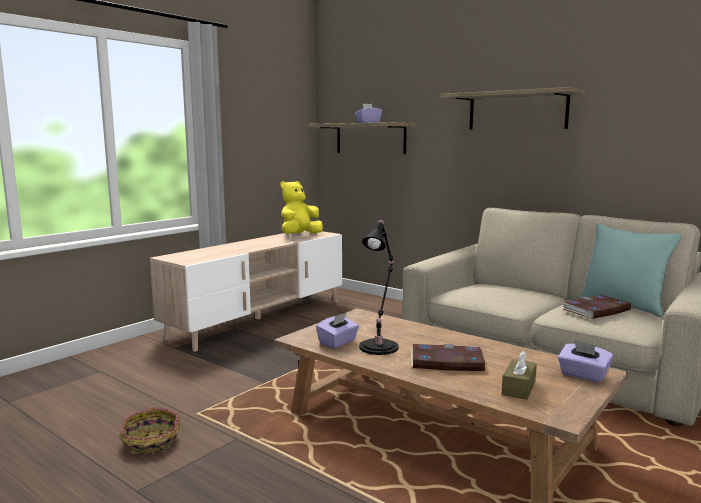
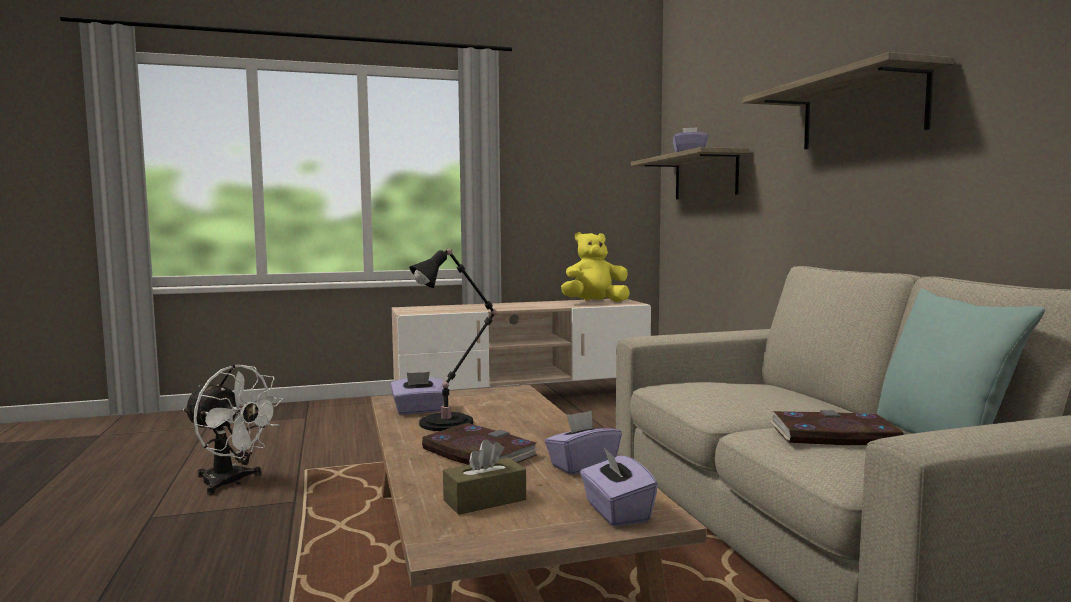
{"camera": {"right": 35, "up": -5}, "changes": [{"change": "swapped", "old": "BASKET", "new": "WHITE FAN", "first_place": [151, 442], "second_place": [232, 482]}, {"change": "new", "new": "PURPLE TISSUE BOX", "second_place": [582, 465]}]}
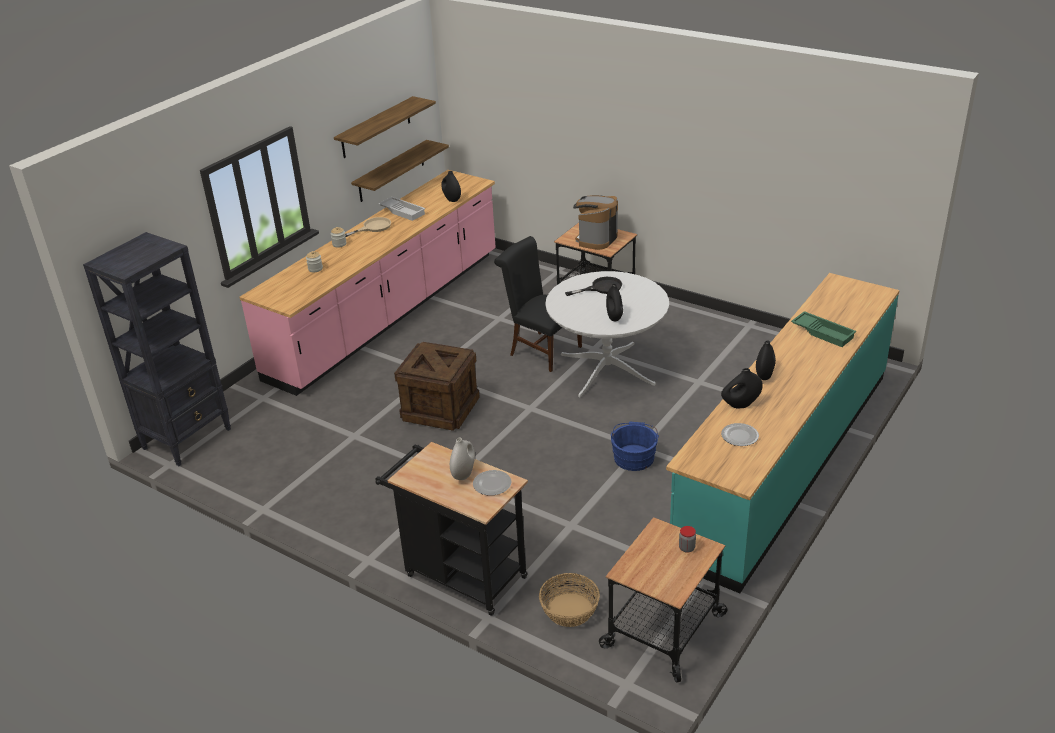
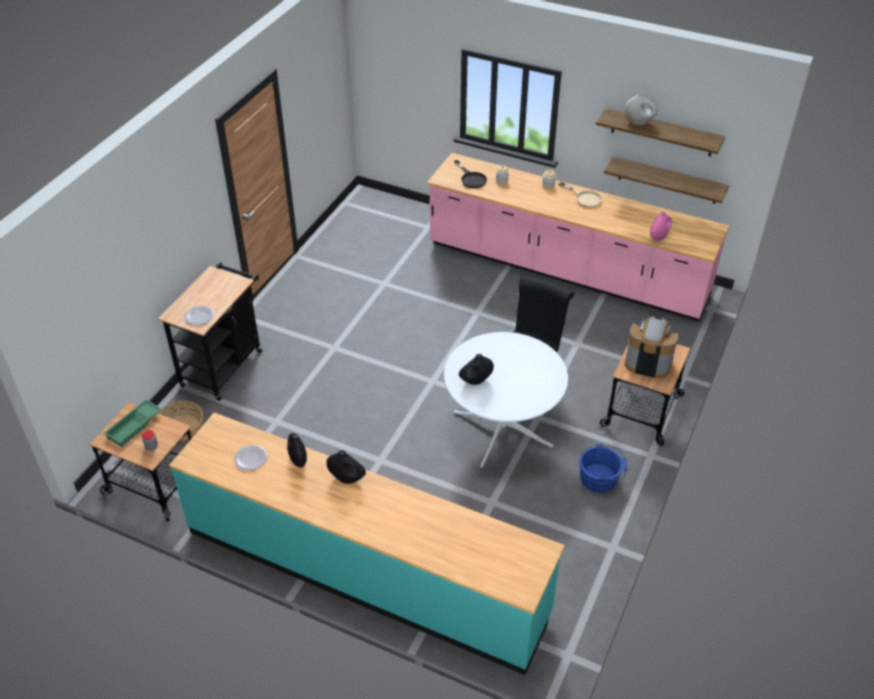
{"camera": {"right": 80, "up": 10}, "changes": [{"change": "repainted", "old": "BLACK VASE", "new": "PINK VASE", "first_place": [452, 199], "second_place": [659, 237]}, {"change": "gone", "old": "WHITE TRAY", "first_place": [403, 211]}, {"change": "gone", "old": "BLACK BOOKCASE", "first_place": [188, 438]}, {"change": "shifted", "old": "BLACK FRYING PAN", "first_place": [601, 288], "second_place": [471, 178]}, {"change": "shifted", "old": "GREEN TRAY", "first_place": [823, 332], "second_place": [134, 426]}, {"change": "gone", "old": "CRATE", "first_place": [439, 409]}, {"change": "shifted", "old": "BLUE BUCKET", "first_place": [634, 456], "second_place": [601, 478]}, {"change": "shifted", "old": "WHITE VASE", "first_place": [463, 473], "second_place": [638, 122]}]}
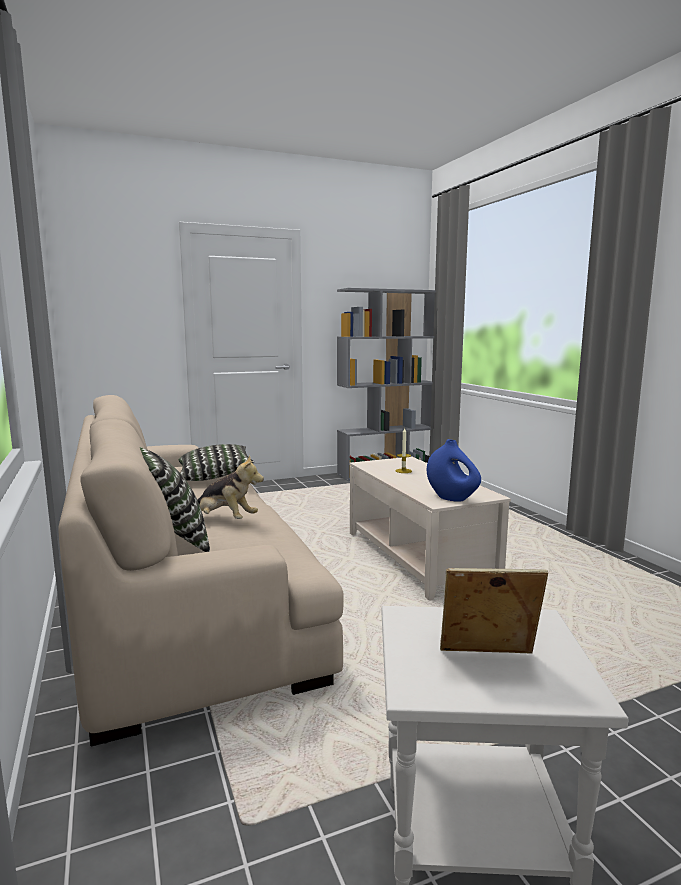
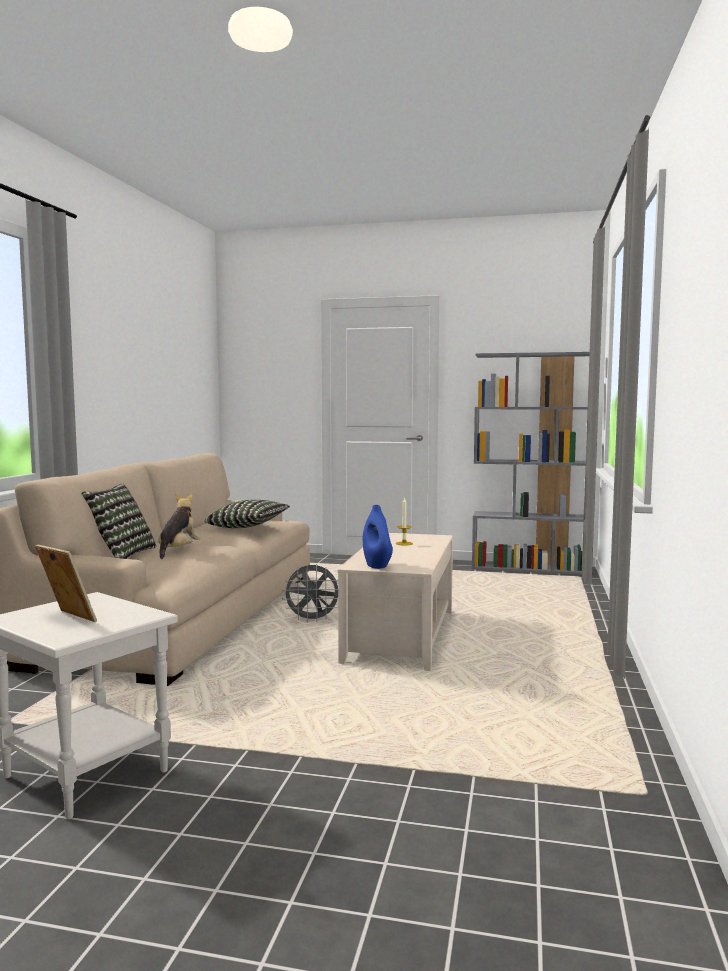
{"camera": {"right": 35, "up": -5}, "changes": [{"change": "rotated", "old": "PLUSH TOY", "first_place": [224, 520], "second_place": [178, 551], "degrees": -135}, {"change": "new", "new": "GREY FAN", "second_place": [312, 620]}]}
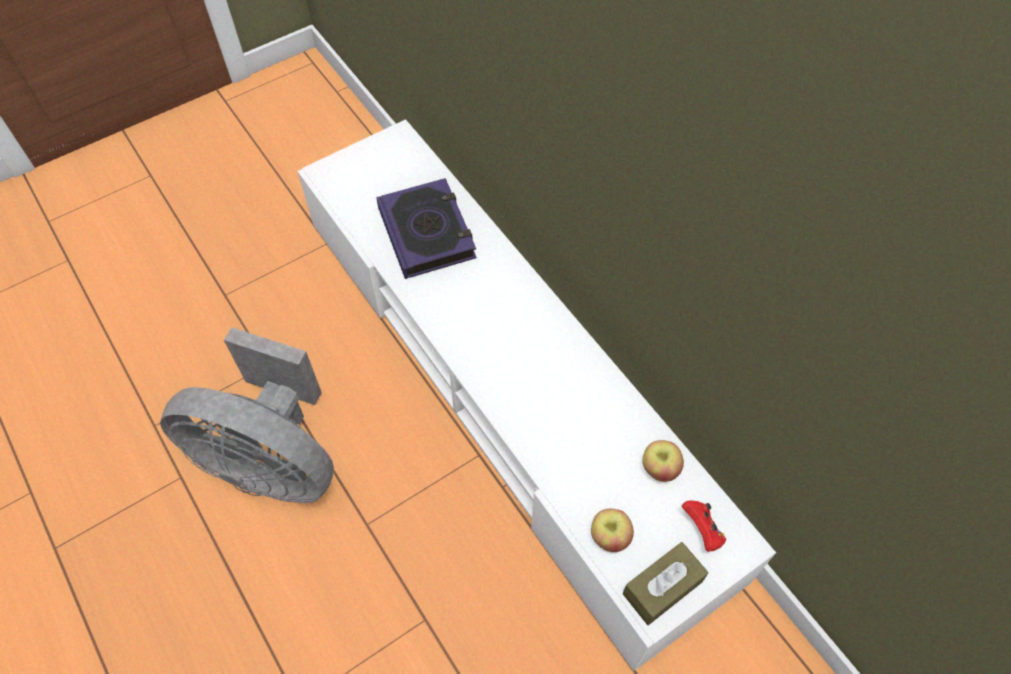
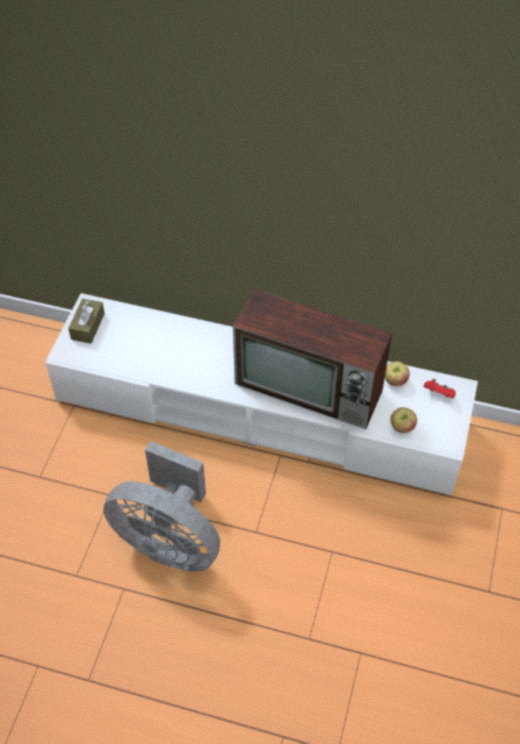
{"camera": {"right": -40, "up": -5}, "changes": [{"change": "gone", "old": "BOOK", "first_place": [427, 233]}, {"change": "rotated", "old": "GREY FAN", "first_place": [273, 460], "second_place": [169, 540], "degrees": 45}, {"change": "shifted", "old": "BROWN TISSUE BOX", "first_place": [662, 587], "second_place": [88, 326]}, {"change": "new", "new": "TELEVISION", "second_place": [311, 387]}]}
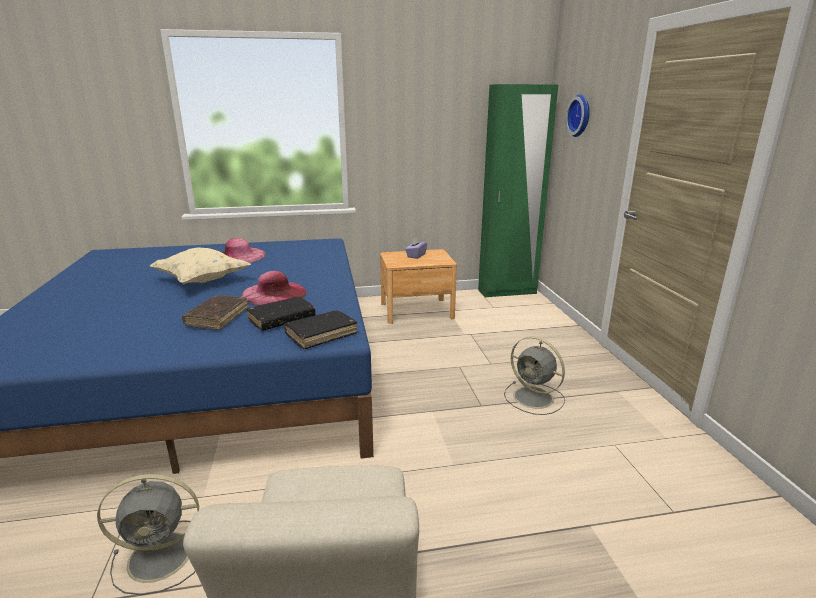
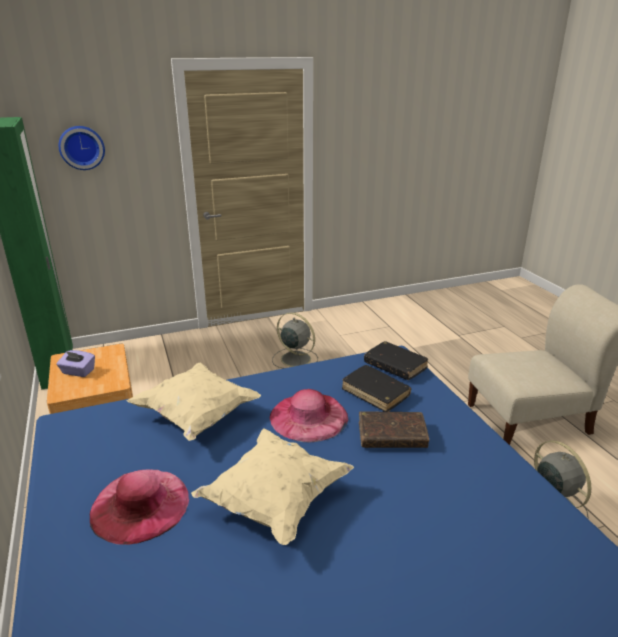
{"camera": {"right": -100, "up": 5}, "changes": [{"change": "rotated", "old": "GREY FAN", "first_place": [535, 398], "second_place": [294, 358], "degrees": -90}, {"change": "new", "new": "BEIGE PILLOW", "second_place": [197, 416]}]}
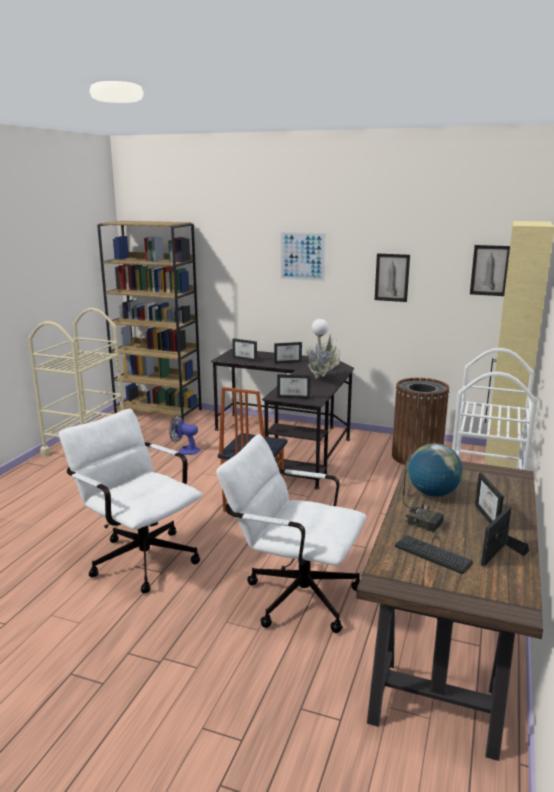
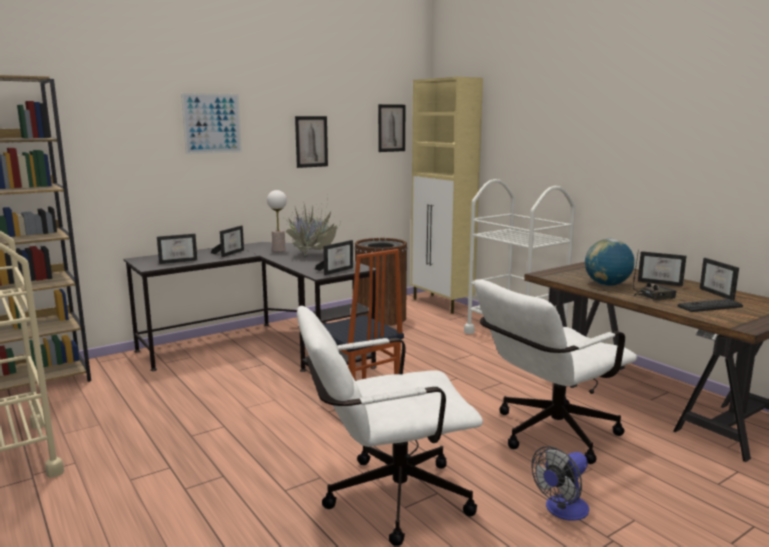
{"camera": {"right": -55, "up": -5}, "changes": [{"change": "shifted", "old": "FAN", "first_place": [185, 450], "second_place": [562, 511]}]}
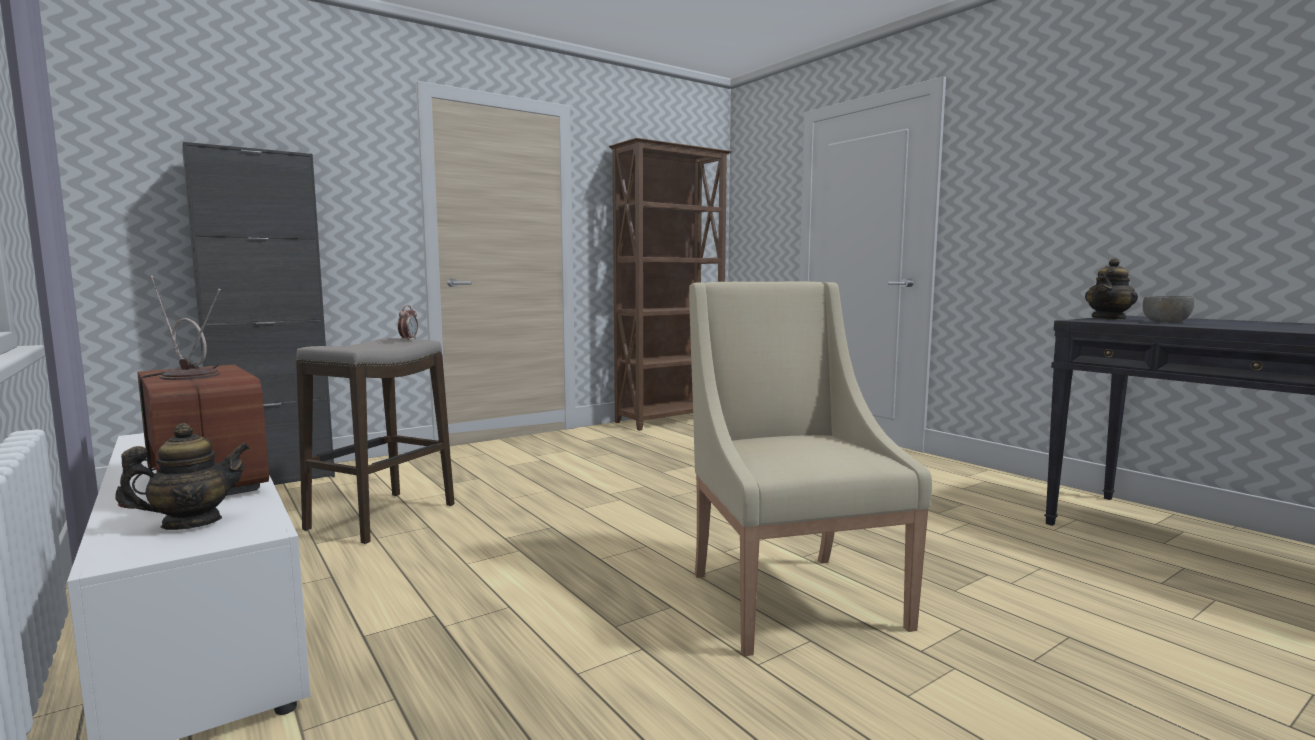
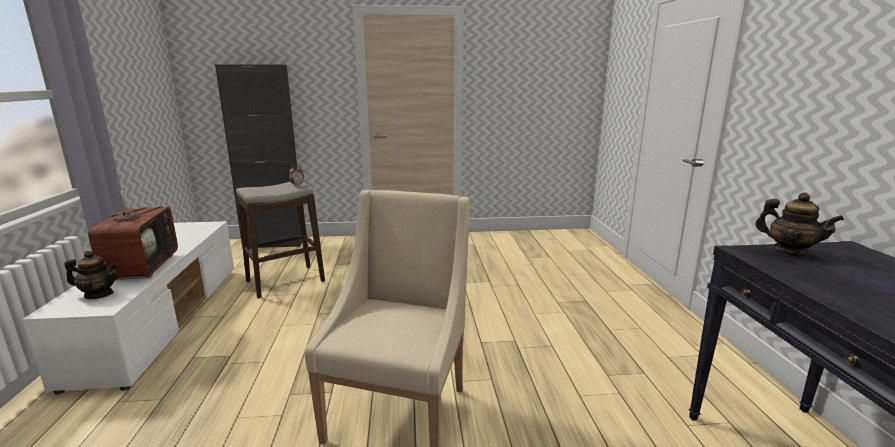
{"camera": {"right": 30, "up": 10}, "changes": [{"change": "gone", "old": "BROWN BOOKCASE", "first_place": [671, 420]}, {"change": "rotated", "old": "TEAPOT", "first_place": [1109, 319], "second_place": [789, 252], "degrees": -120}, {"change": "gone", "old": "GREY BOWL", "first_place": [1165, 322]}]}
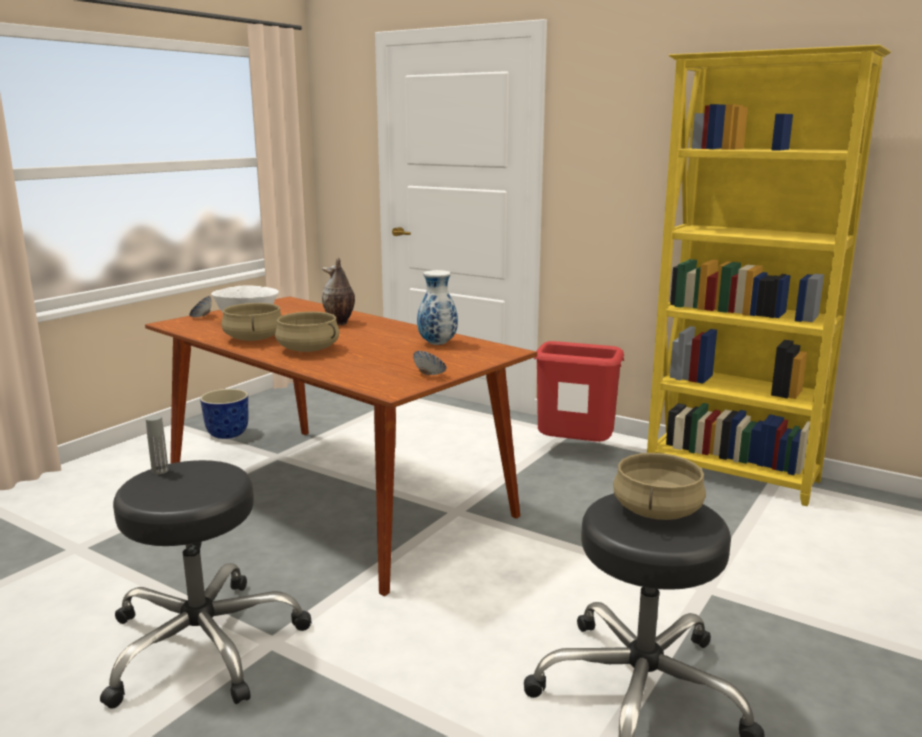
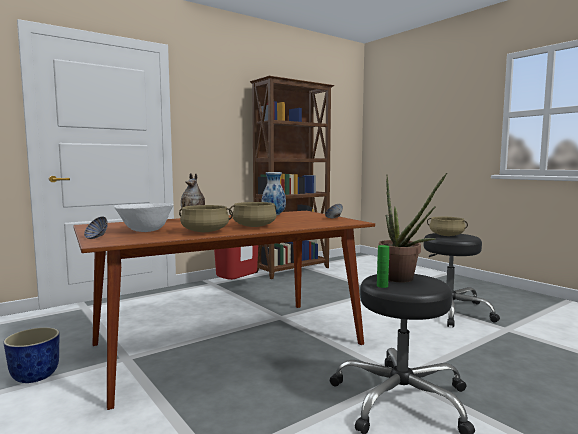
{"camera": {"right": -70, "up": -10}, "changes": [{"change": "repainted", "old": "YELLOW BOOKCASE", "new": "BROWN BOOKCASE", "first_place": [732, 475], "second_place": [293, 270]}, {"change": "repainted", "old": "GREY BOTTLE", "new": "GREEN BOTTLE", "first_place": [160, 471], "second_place": [382, 286]}, {"change": "new", "new": "POTTED PLANT", "second_place": [403, 280]}]}
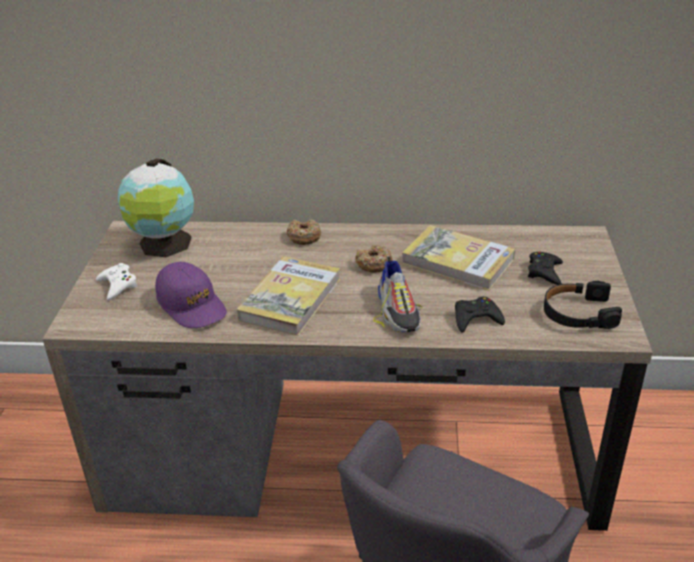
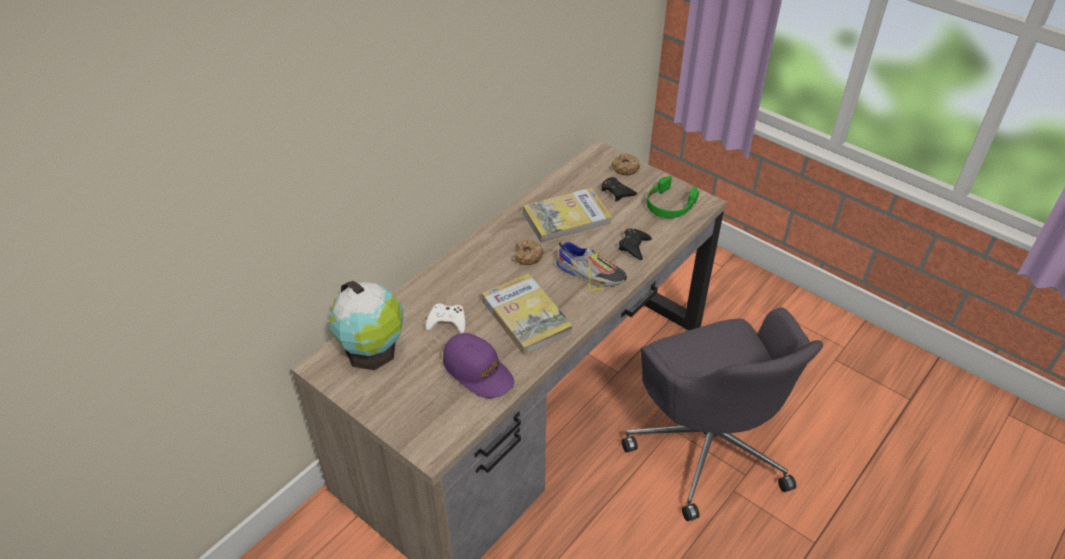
{"camera": {"right": -55, "up": 10}, "changes": [{"change": "shifted", "old": "DONUT", "first_place": [304, 237], "second_place": [625, 168]}, {"change": "rotated", "old": "PURPLE CAP", "first_place": [191, 305], "second_place": [478, 371], "degrees": 45}, {"change": "shifted", "old": "WHITE GAME CONTROLLER", "first_place": [118, 285], "second_place": [447, 321]}, {"change": "repainted", "old": "BLACK HEADPHONES", "new": "GREEN HEADPHONES", "first_place": [578, 313], "second_place": [669, 205]}]}
